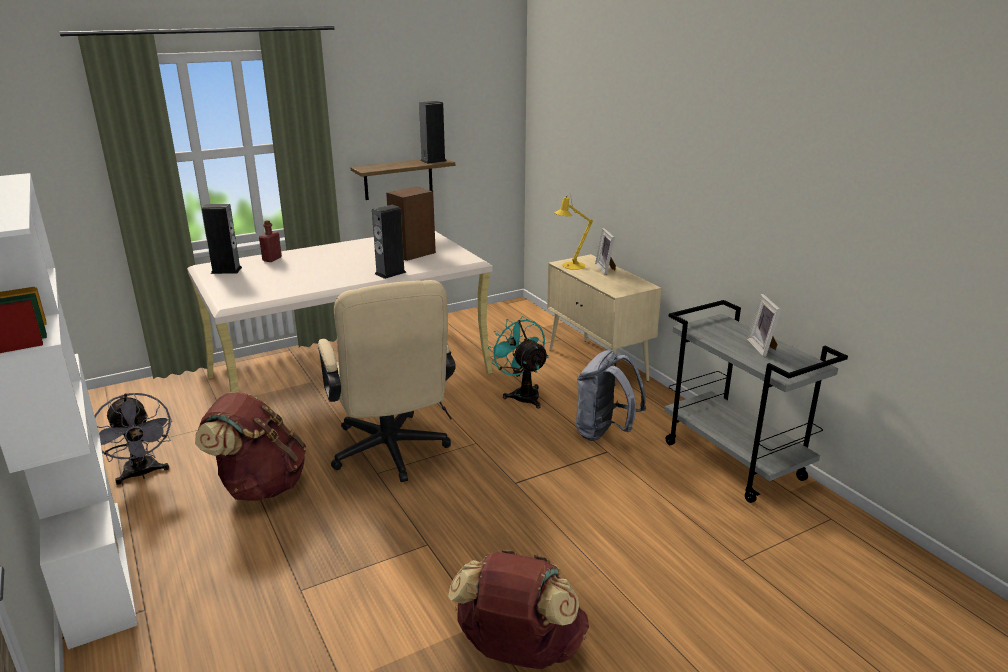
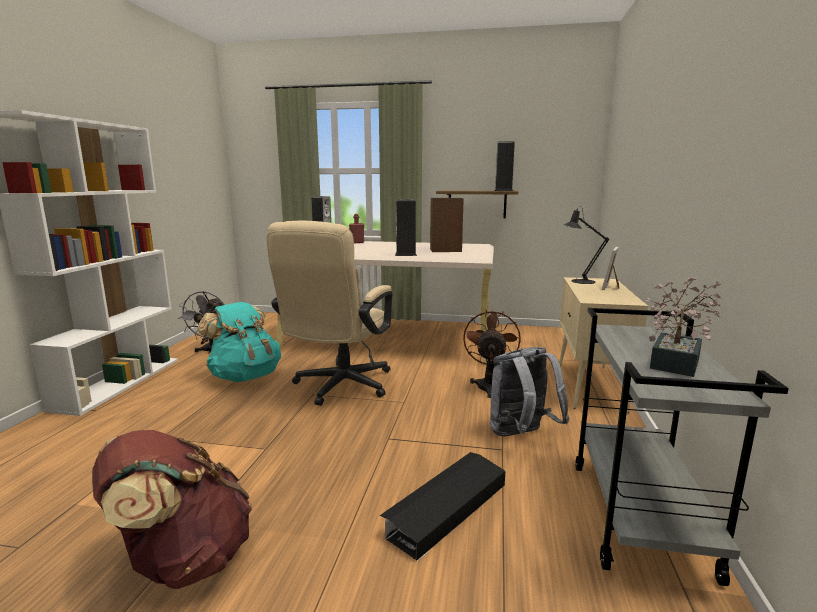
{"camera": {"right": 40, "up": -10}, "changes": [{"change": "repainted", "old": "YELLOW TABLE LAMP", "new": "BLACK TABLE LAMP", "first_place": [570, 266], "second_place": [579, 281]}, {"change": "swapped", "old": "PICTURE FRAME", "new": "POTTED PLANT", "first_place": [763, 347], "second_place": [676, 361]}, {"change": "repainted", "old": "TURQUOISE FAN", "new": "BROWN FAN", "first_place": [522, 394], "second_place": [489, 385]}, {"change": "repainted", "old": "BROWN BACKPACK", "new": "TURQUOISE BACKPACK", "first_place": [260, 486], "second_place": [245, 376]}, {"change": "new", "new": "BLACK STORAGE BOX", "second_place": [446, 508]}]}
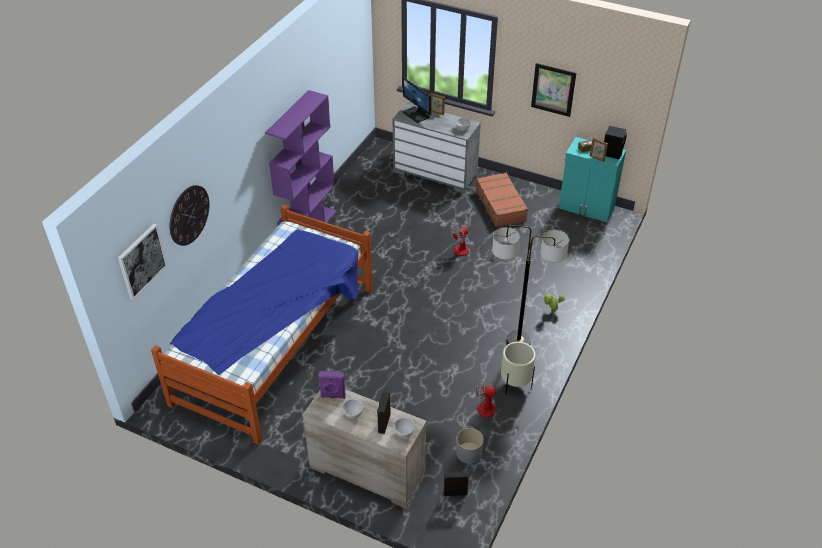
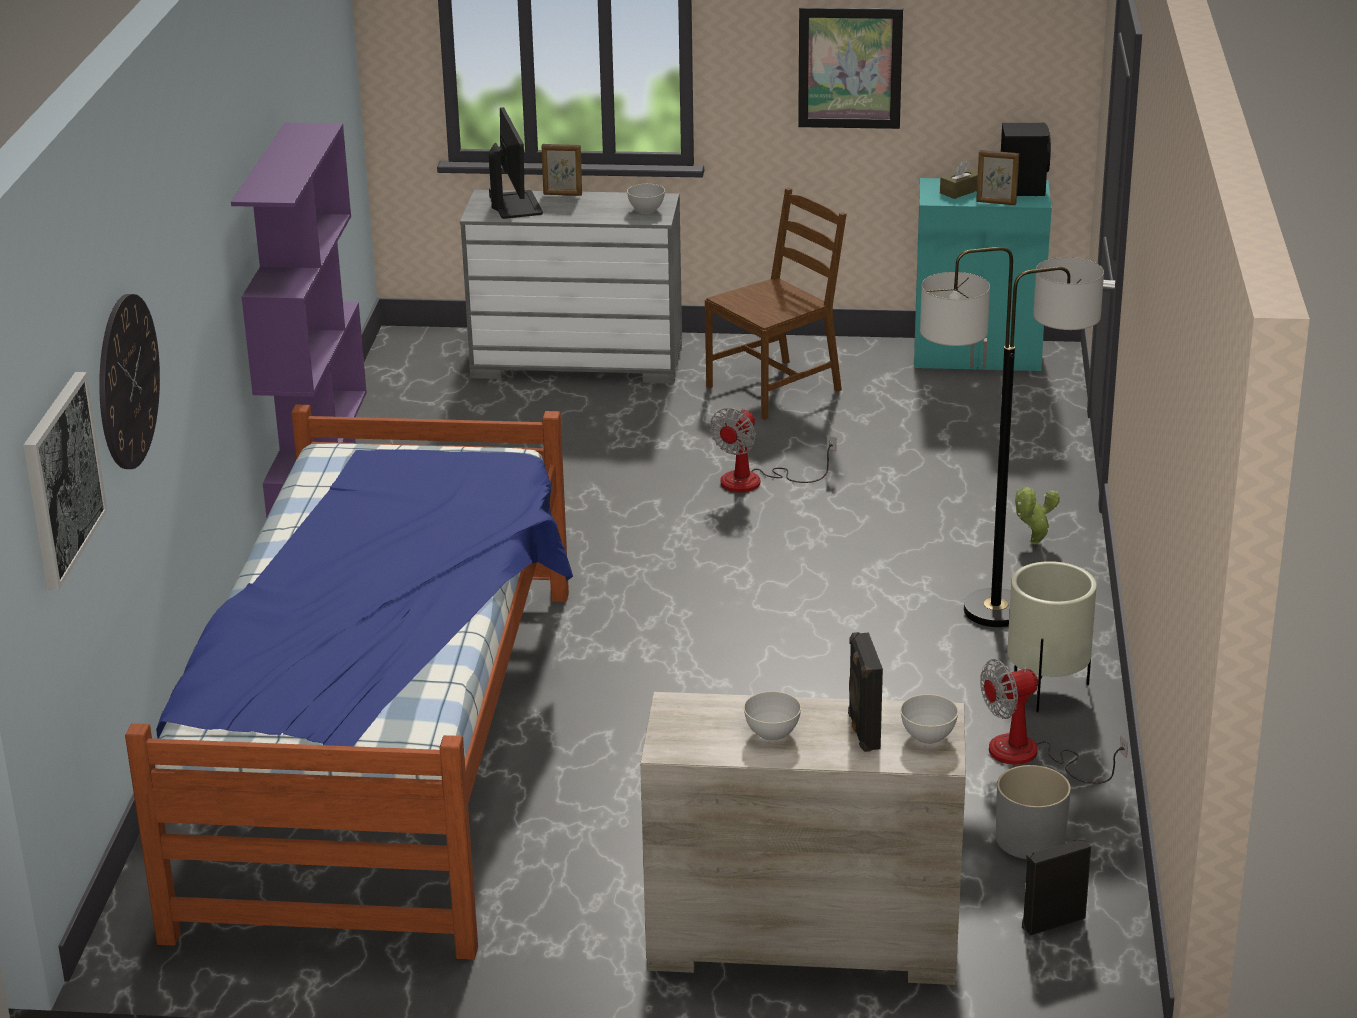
{"camera": {"right": -20, "up": -15}, "changes": [{"change": "rotated", "old": "MONITOR", "first_place": [416, 114], "second_place": [515, 205], "degrees": -135}, {"change": "swapped", "old": "BROWN SUITCASE", "new": "BROWN CHAIR", "first_place": [500, 205], "second_place": [775, 388]}, {"change": "gone", "old": "PURPLE SPEAKER", "first_place": [333, 396]}]}
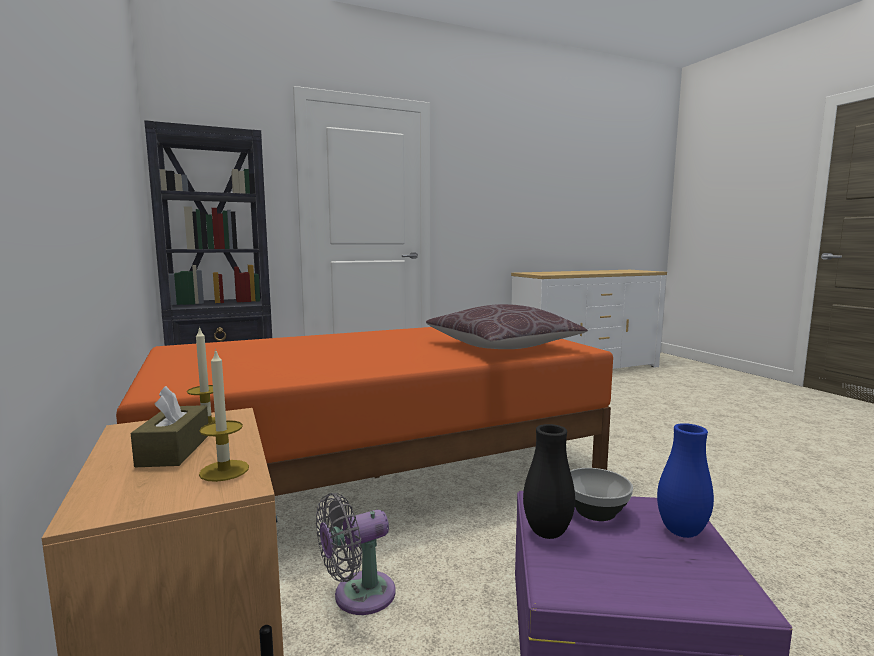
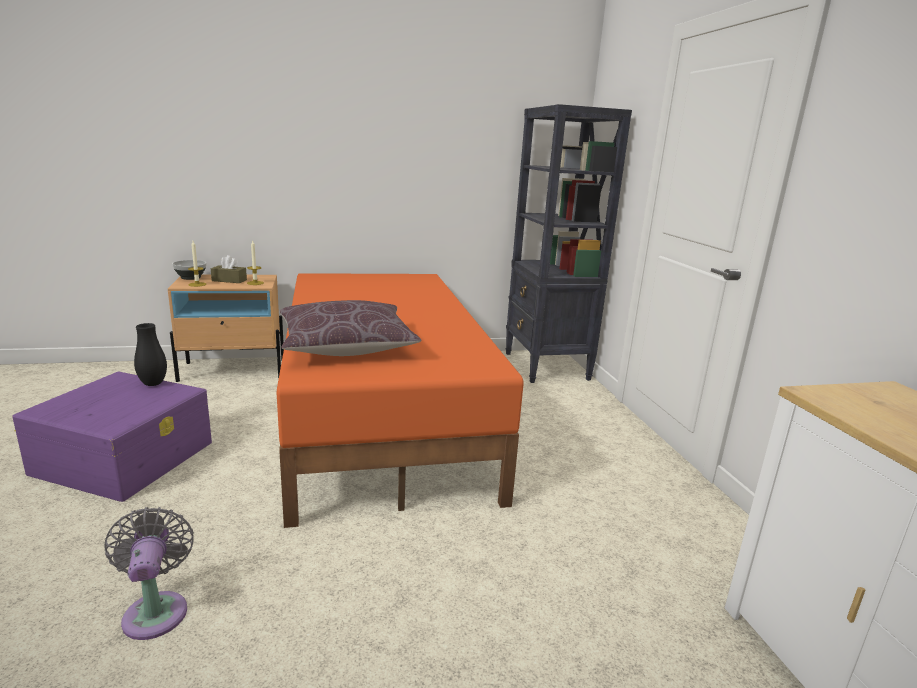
{"camera": {"right": 100, "up": 10}, "changes": [{"change": "gone", "old": "BLUE VASE", "first_place": [681, 532]}, {"change": "shifted", "old": "BOWL", "first_place": [595, 512], "second_place": [190, 277]}, {"change": "shifted", "old": "GREY FAN", "first_place": [358, 596], "second_place": [156, 610]}]}
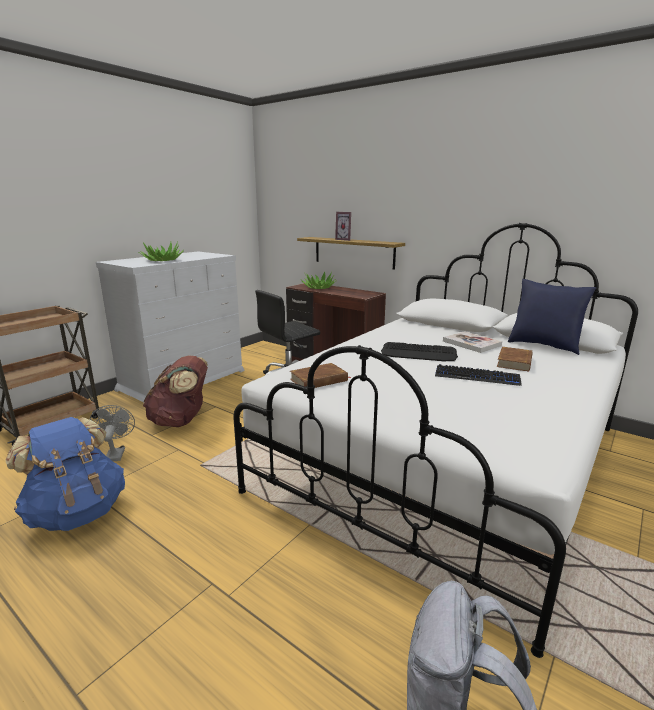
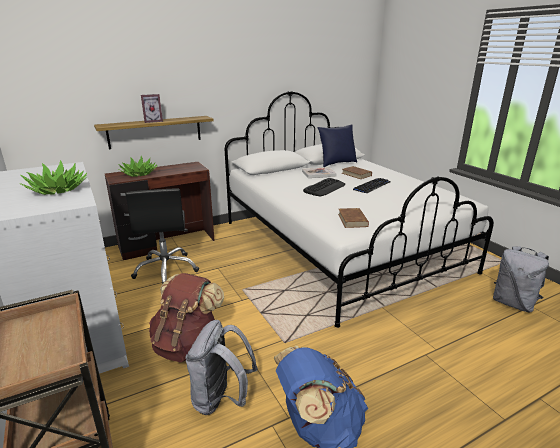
{"camera": {"right": -65, "up": 5}, "changes": [{"change": "swapped", "old": "GREY FAN", "new": "GREY BACKPACK", "first_place": [115, 453], "second_place": [221, 399]}]}
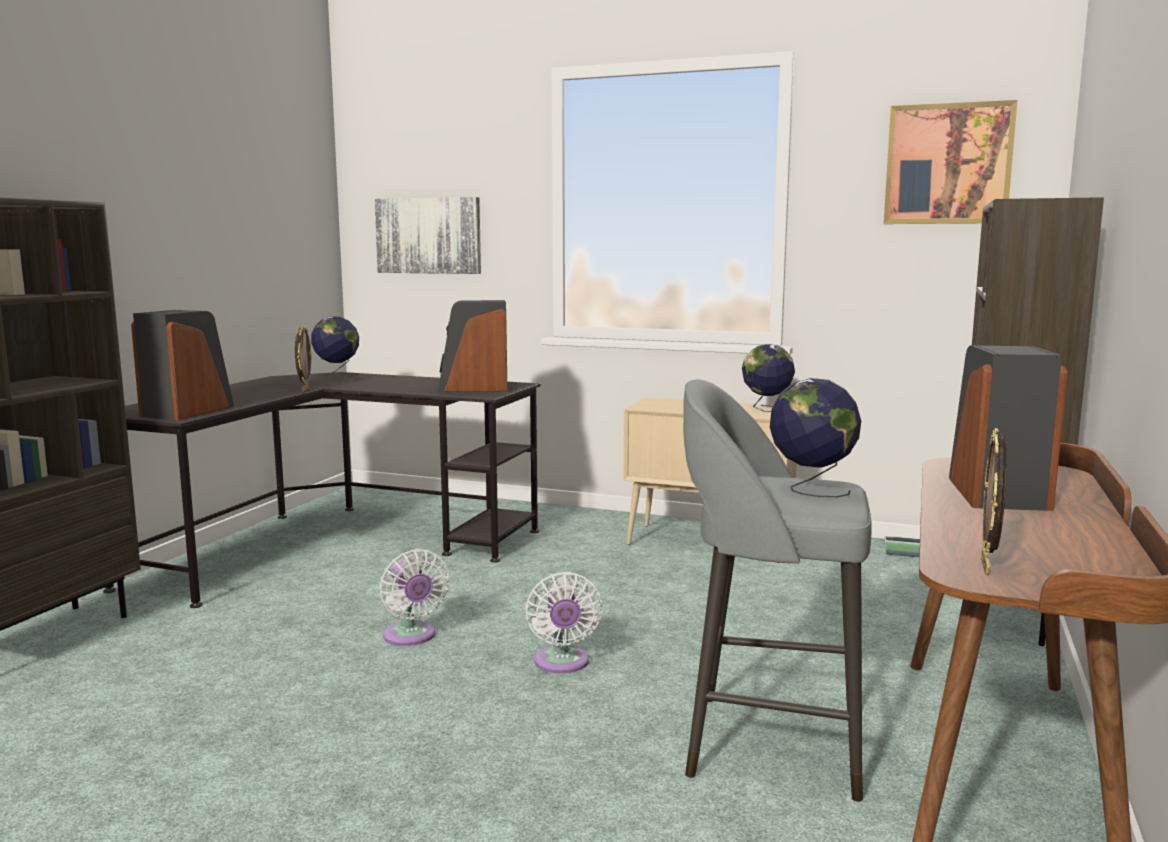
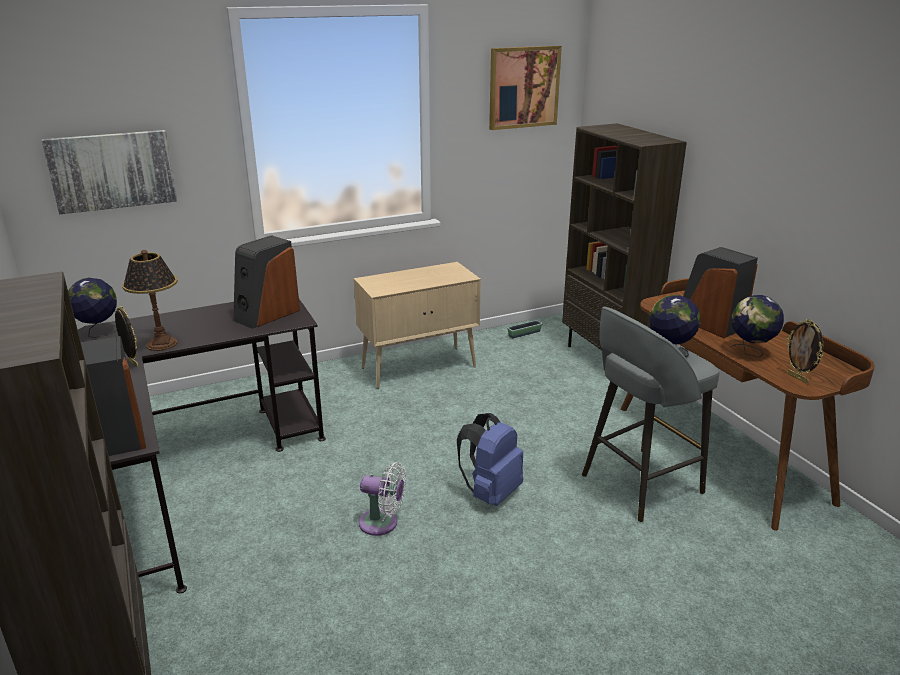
{"camera": {"right": -45, "up": 15}, "changes": [{"change": "shifted", "old": "GLOBE", "first_place": [766, 409], "second_place": [750, 352]}, {"change": "swapped", "old": "WHITE FAN", "new": "BLUE BACKPACK", "first_place": [562, 664], "second_place": [490, 493]}, {"change": "new", "new": "TABLE LAMP", "second_place": [161, 344]}]}
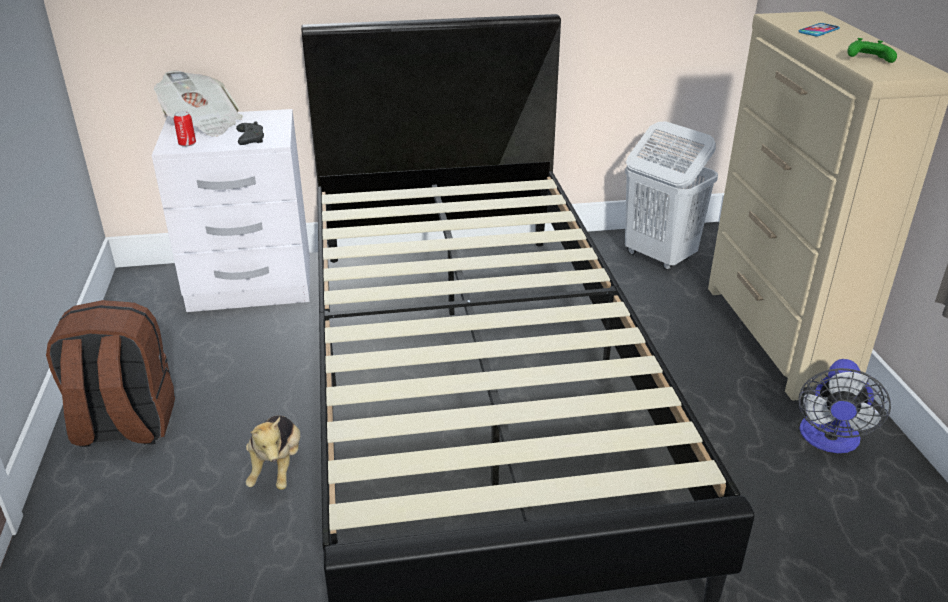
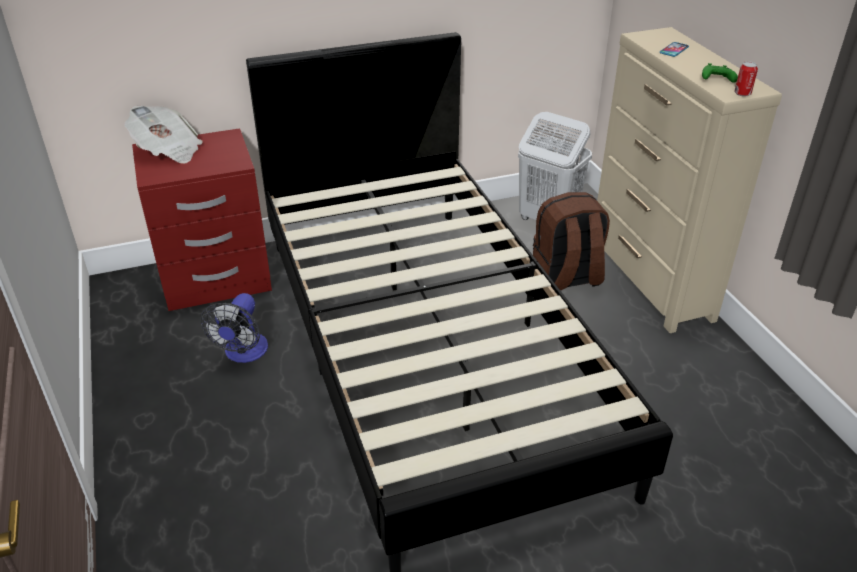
{"camera": {"right": -10, "up": 5}, "changes": [{"change": "repainted", "old": "WHITE NIGHTSTAND", "new": "RED NIGHTSTAND", "first_place": [251, 284], "second_place": [216, 279]}, {"change": "shifted", "old": "CAN", "first_place": [187, 144], "second_place": [742, 93]}, {"change": "gone", "old": "BLACK GAME CONTROLLER", "first_place": [250, 139]}, {"change": "shifted", "old": "BROWN BACKPACK", "first_place": [124, 426], "second_place": [566, 278]}, {"change": "shifted", "old": "FAN", "first_place": [829, 440], "second_place": [243, 353]}, {"change": "gone", "old": "PLUSH TOY", "first_place": [277, 468]}]}
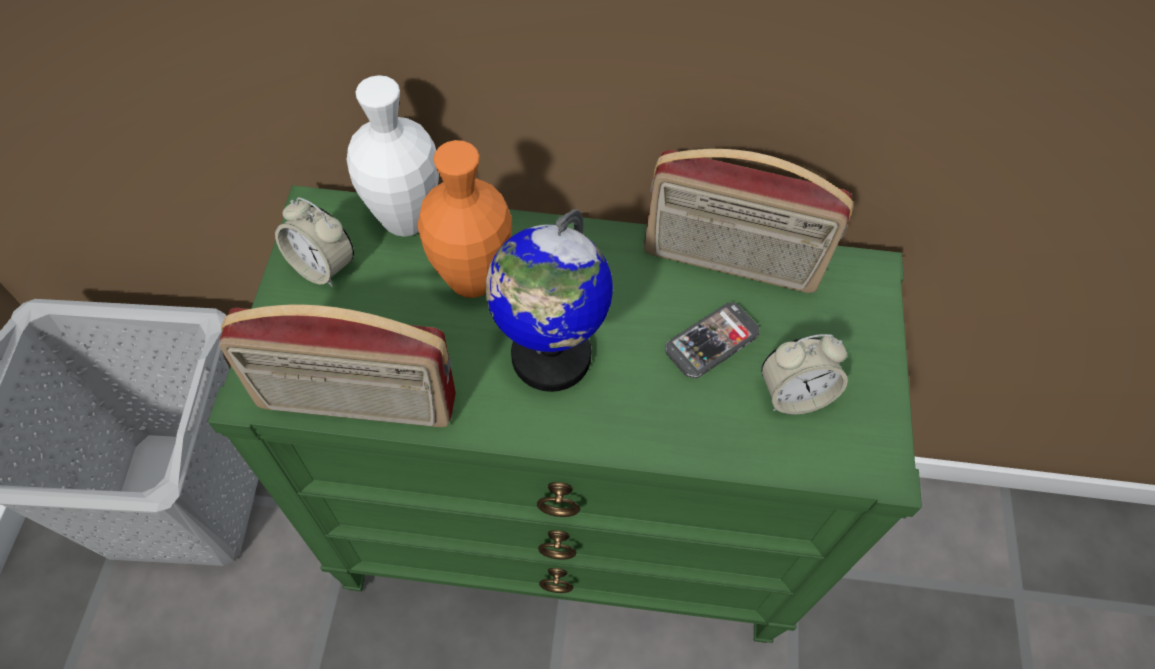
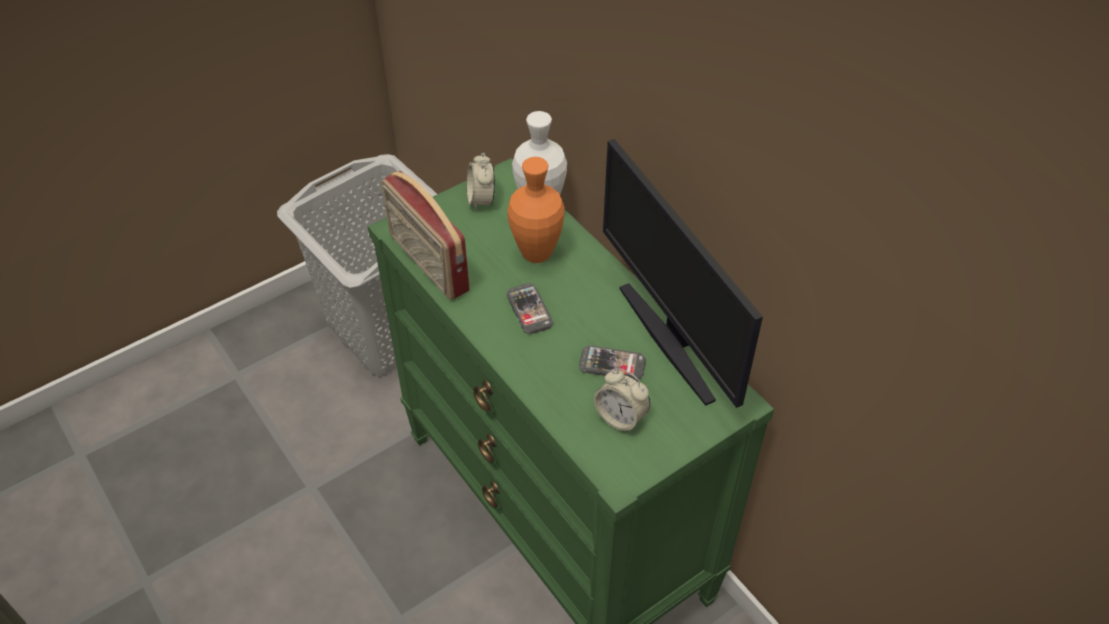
{"camera": {"right": 50, "up": -10}, "changes": [{"change": "swapped", "old": "RADIO", "new": "MONITOR", "first_place": [730, 263], "second_place": [670, 340]}, {"change": "swapped", "old": "GLOBE", "new": "PHONE", "first_place": [549, 356], "second_place": [529, 310]}]}
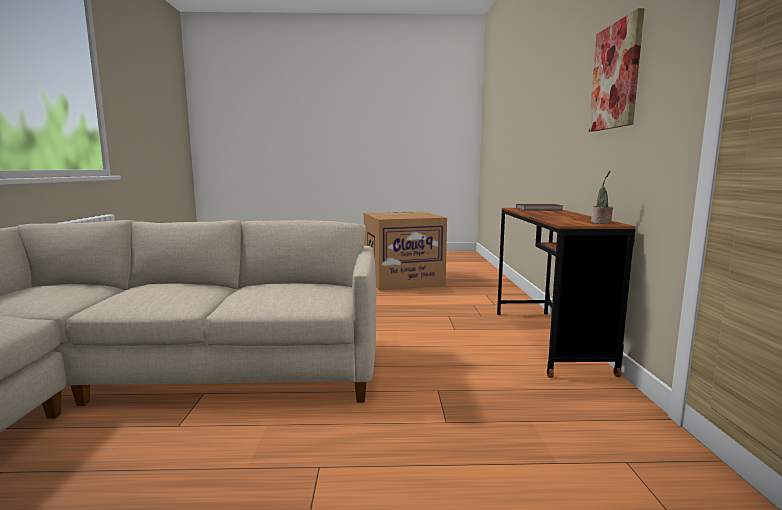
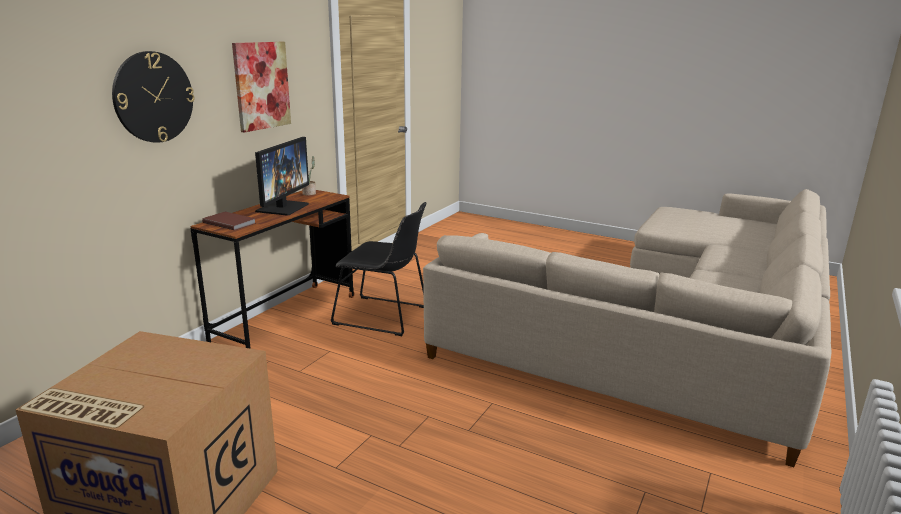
{"camera": {"right": -150, "up": 10}, "changes": [{"change": "new", "new": "WALL CLOCK", "second_place": [153, 97]}, {"change": "new", "new": "MONITOR", "second_place": [282, 207]}, {"change": "new", "new": "BLACK CHAIR", "second_place": [384, 316]}]}
